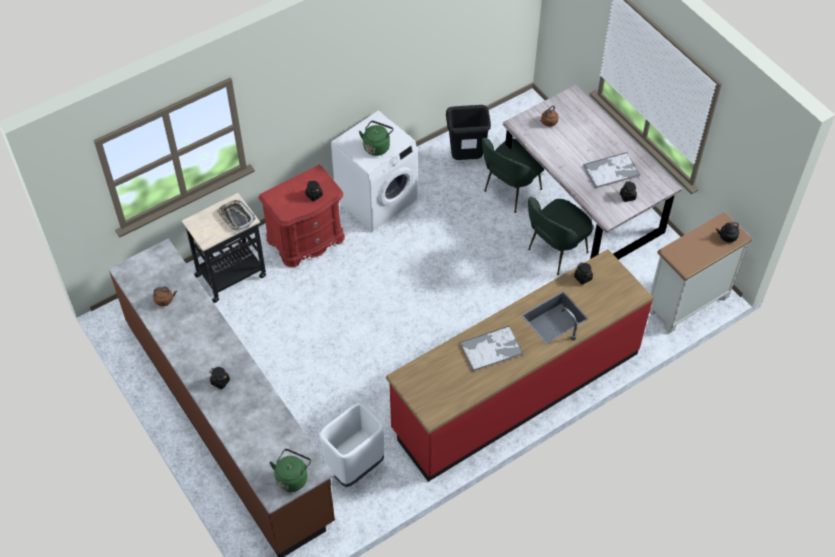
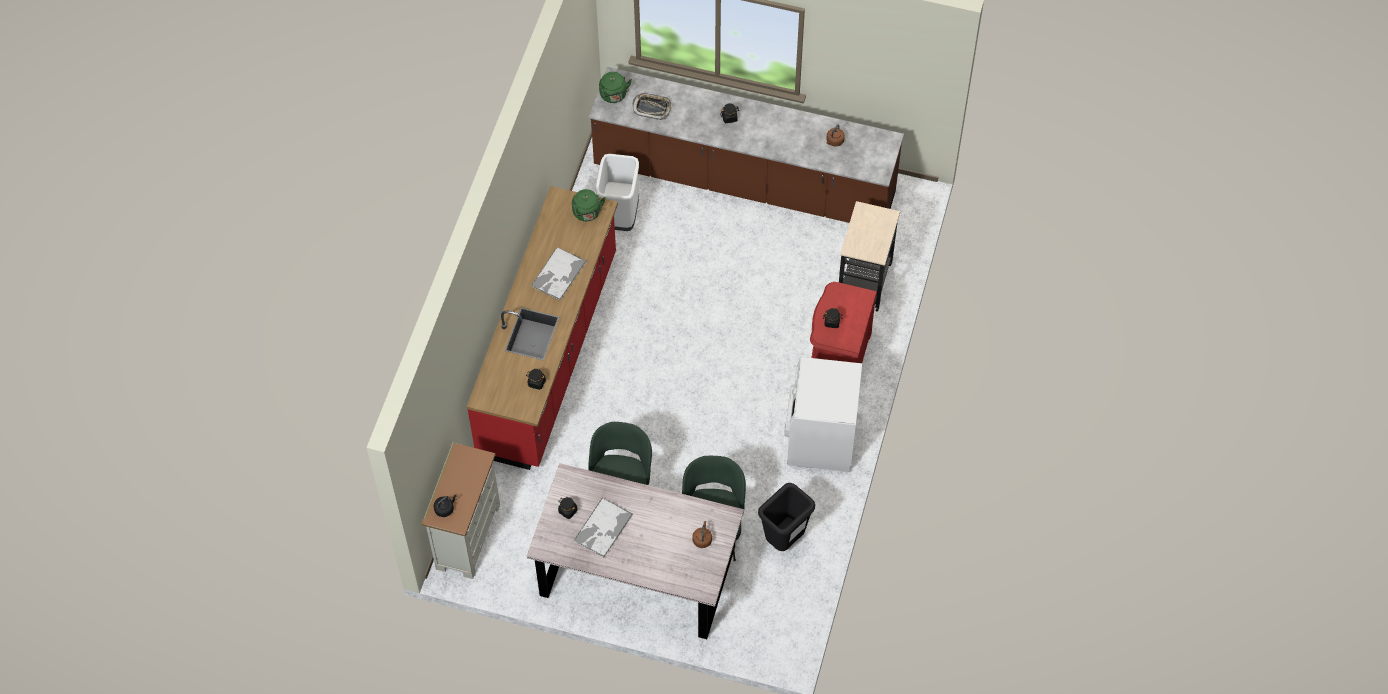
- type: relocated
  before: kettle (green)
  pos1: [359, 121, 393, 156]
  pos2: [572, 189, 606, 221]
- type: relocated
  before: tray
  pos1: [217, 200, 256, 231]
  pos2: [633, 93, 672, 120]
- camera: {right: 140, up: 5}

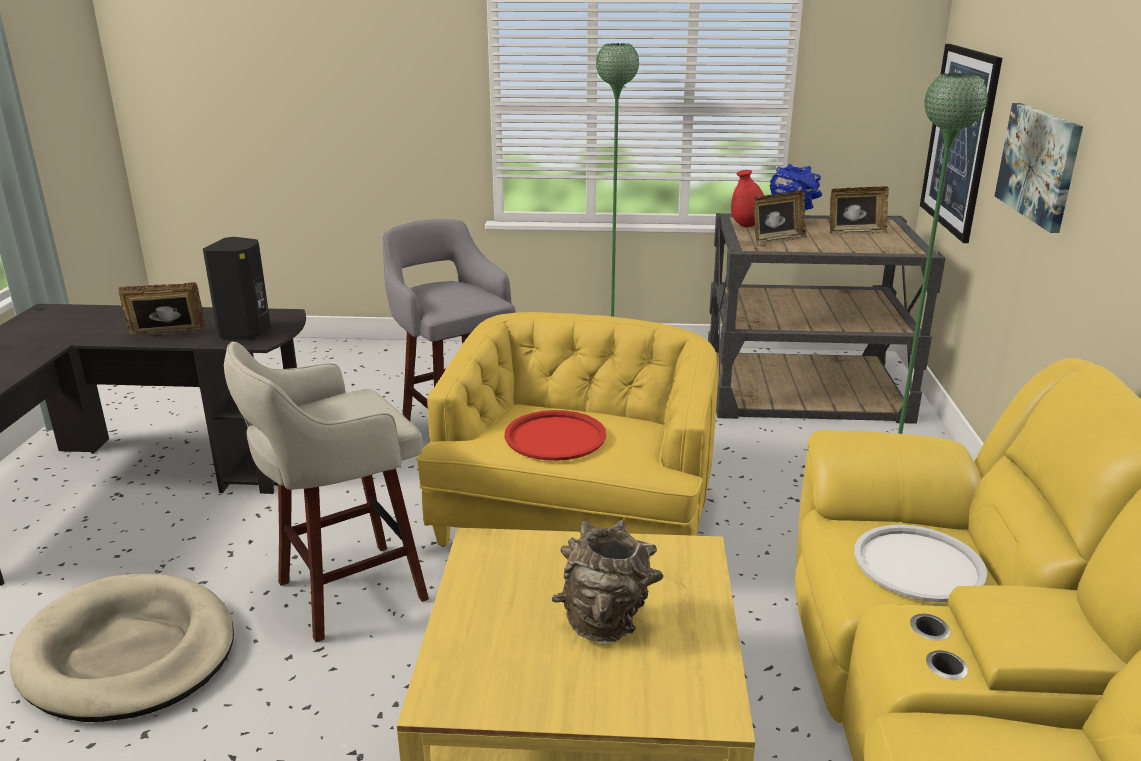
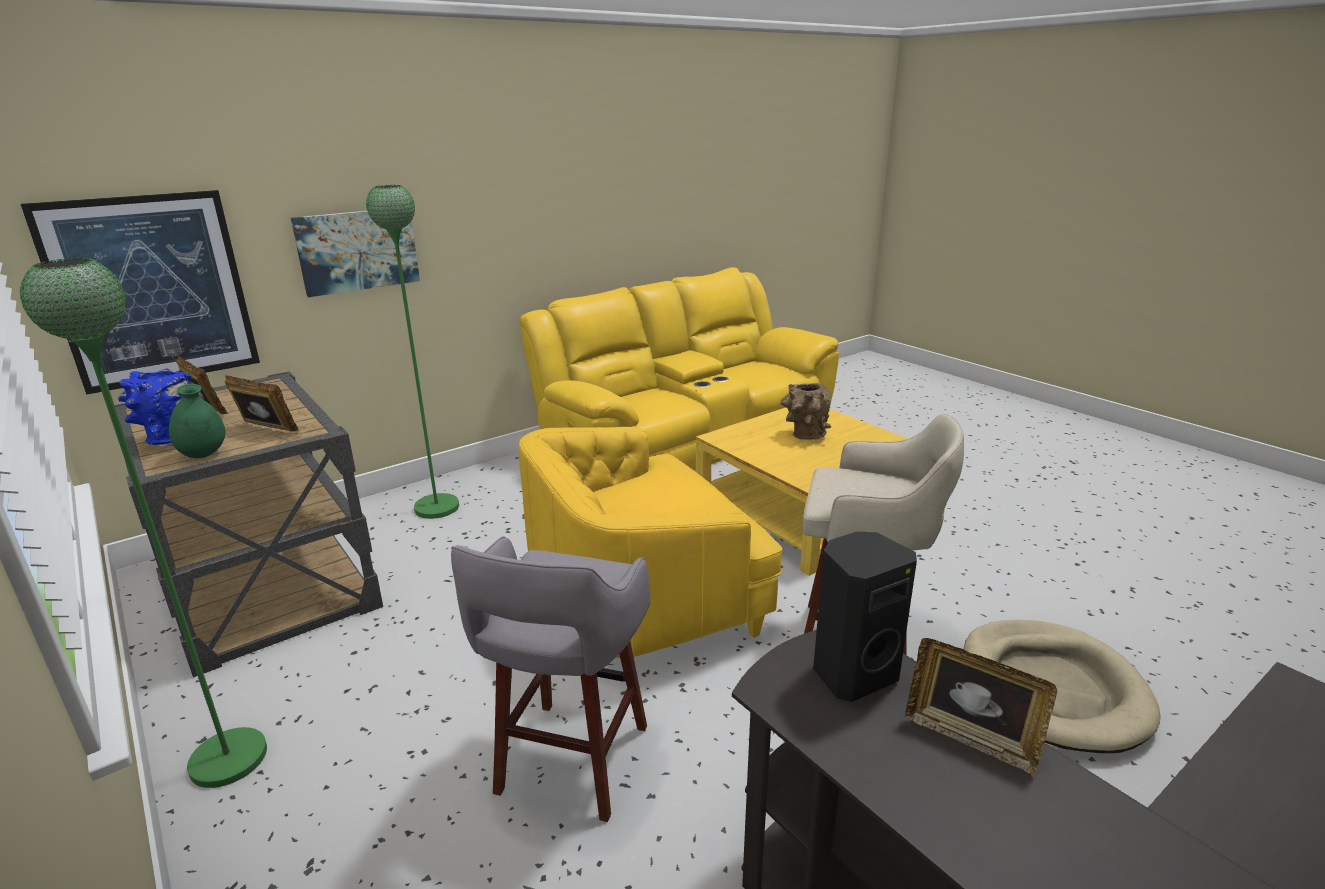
- type: colour
  before: vase (red)
  after: vase (green)
  pos1: [731, 170, 764, 227]
  pos2: [169, 384, 226, 458]
- type: missing
  before: tray (red)
  pos1: [505, 410, 606, 461]
- type: missing
  before: tray (white)
  pos1: [854, 525, 987, 602]
- camera: {right: -130, up: 0}

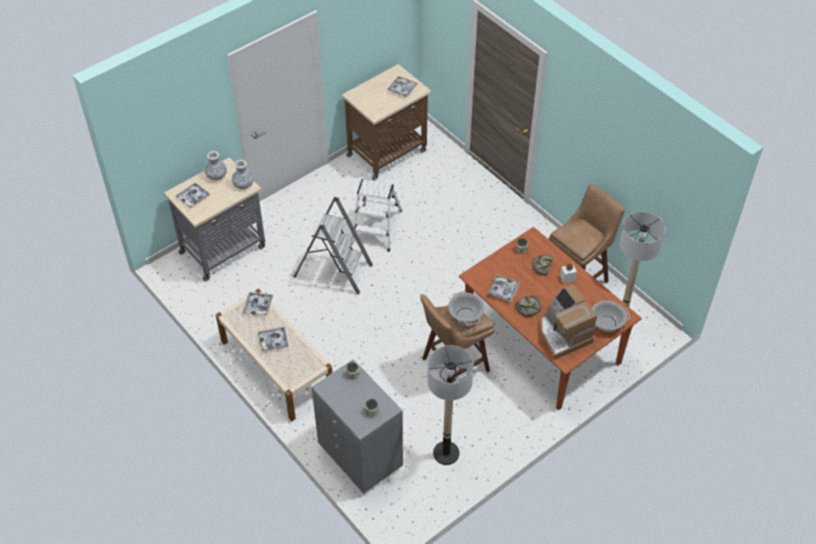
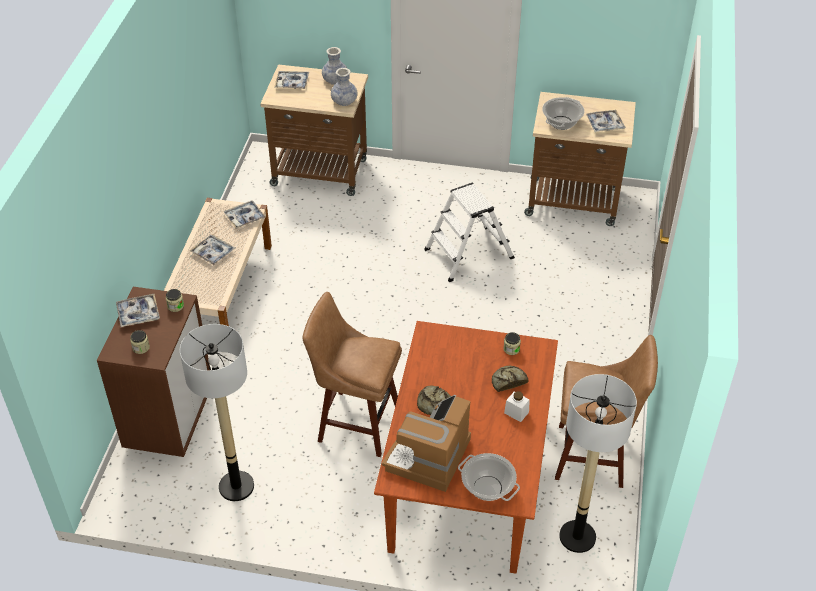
- type: colour
  before: cart (grey)
  after: cart (brown)
  pos1: [164, 157, 265, 282]
  pos2: [260, 64, 368, 196]
- type: missing
  before: step ladder (grey)
  pos1: [293, 197, 373, 295]
- type: relocated
  before: tray
  pos1: [487, 274, 520, 302]
  pos2: [116, 294, 160, 327]
- type: relocated
  before: cooking pot
  pos1: [448, 291, 485, 326]
  pos2: [542, 97, 584, 130]
- type: colour
  before: cabinet (grey)
  after: cabinet (brown)
  pos1: [312, 359, 403, 494]
  pos2: [97, 287, 210, 457]
- camera: {right: 50, up: -5}

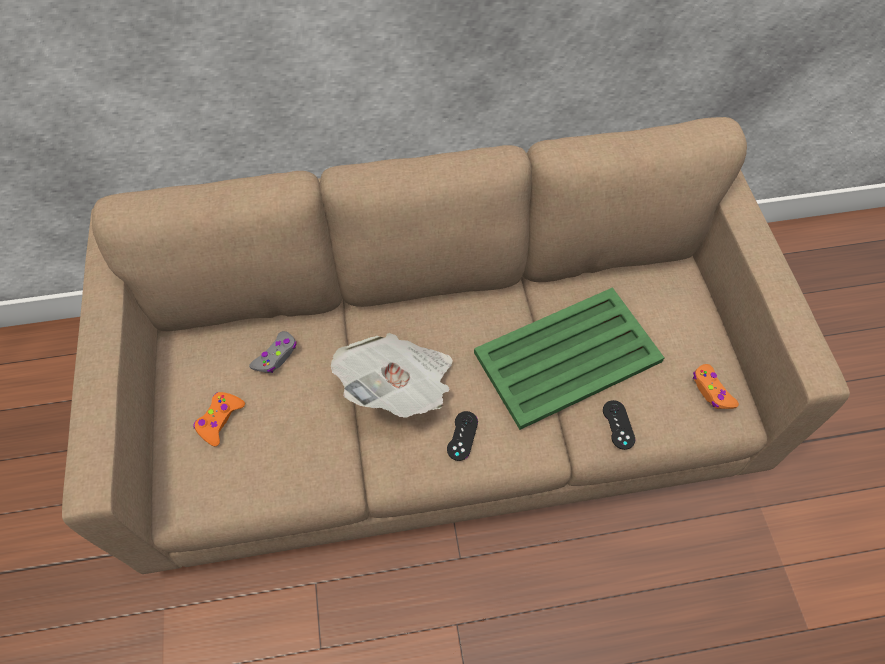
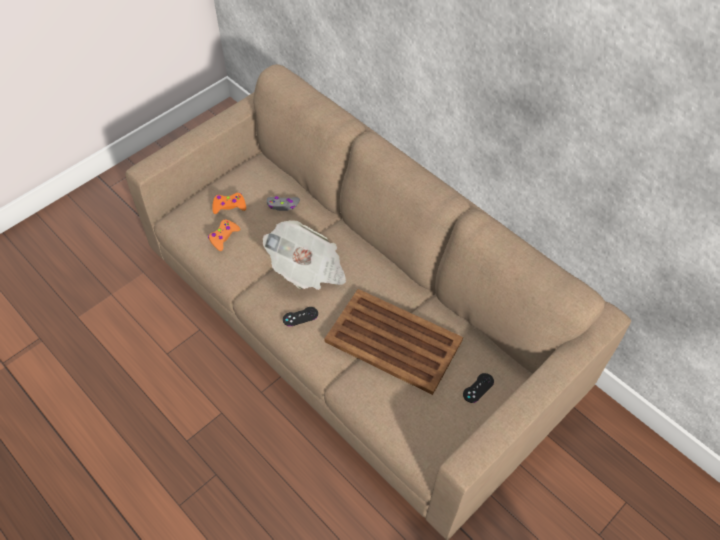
- type: colour
  before: tray (green)
  after: tray (brown)
  pos1: [474, 287, 664, 430]
  pos2: [324, 289, 463, 395]
- type: relocated
  before: game controller (orange)
  pos1: [693, 364, 739, 409]
  pos2: [208, 219, 240, 251]
- type: relocated
  before: game controller (black)
  pos1: [603, 400, 635, 450]
  pos2: [463, 373, 494, 403]
- camera: {right: 55, up: -5}

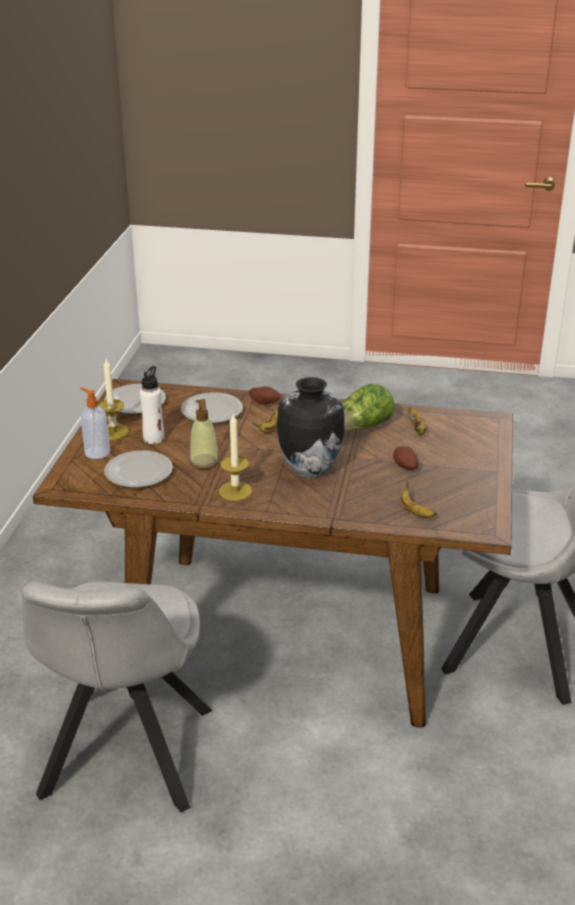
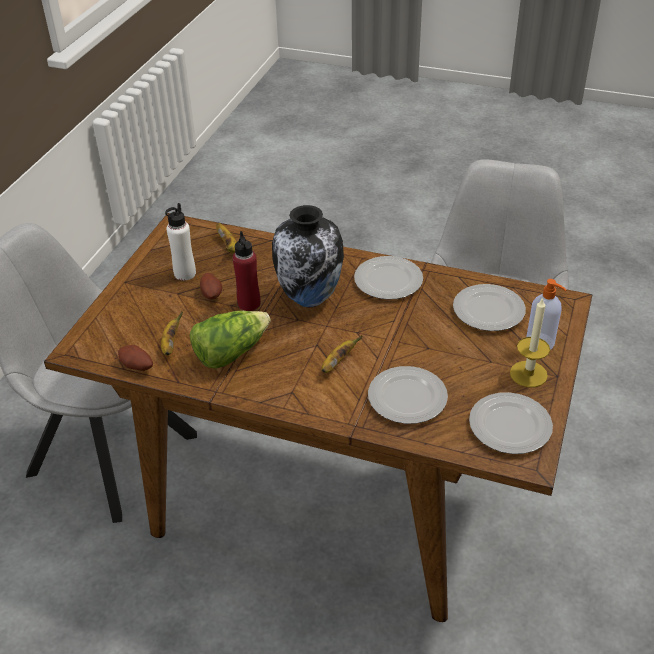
- type: relocated
  before: bottle (white)
  pos1: [140, 366, 164, 444]
  pos2: [165, 203, 196, 281]
- type: relocated
  before: potato
  pos1: [249, 387, 280, 405]
  pos2: [118, 345, 153, 371]
- type: missing
  before: soap dispenser
  pos1: [189, 399, 219, 469]
- type: exchanged
  before: candle
  after: plate
  pos1: [219, 414, 252, 501]
  pos2: [354, 256, 423, 300]
- type: appeared
  after: bottle (red)
  pos2: [233, 231, 260, 311]
- camera: {right: -170, up: 10}

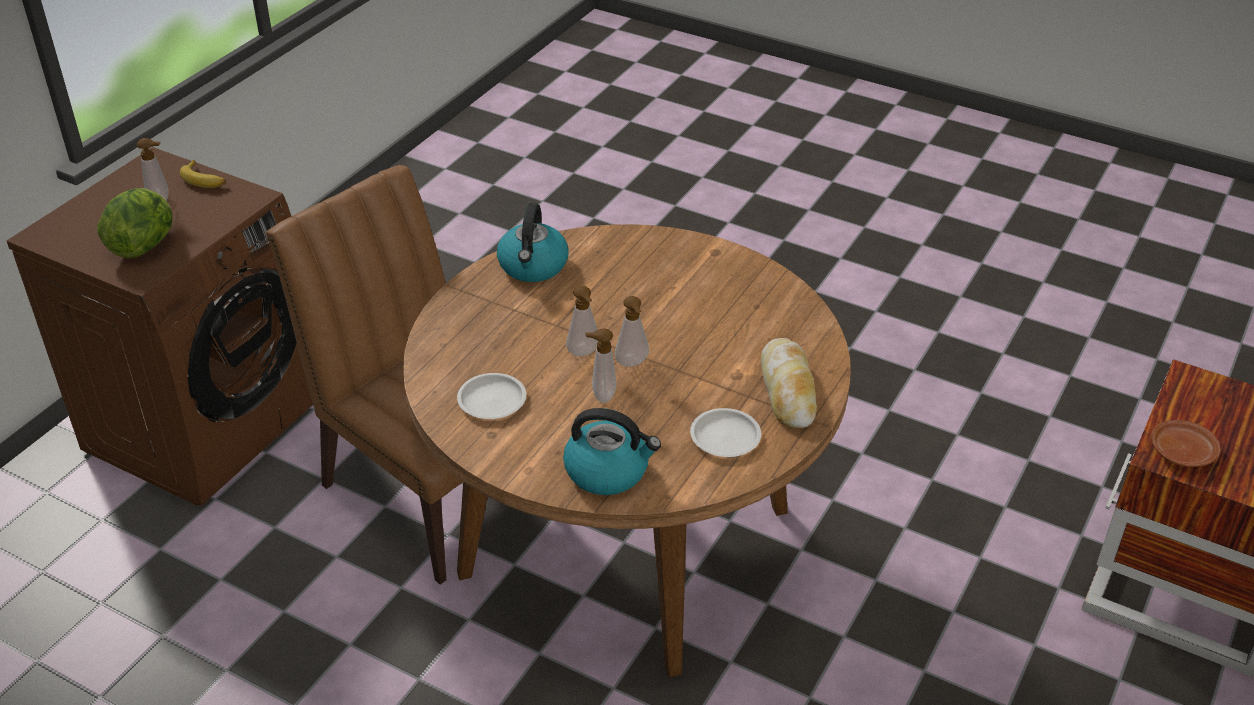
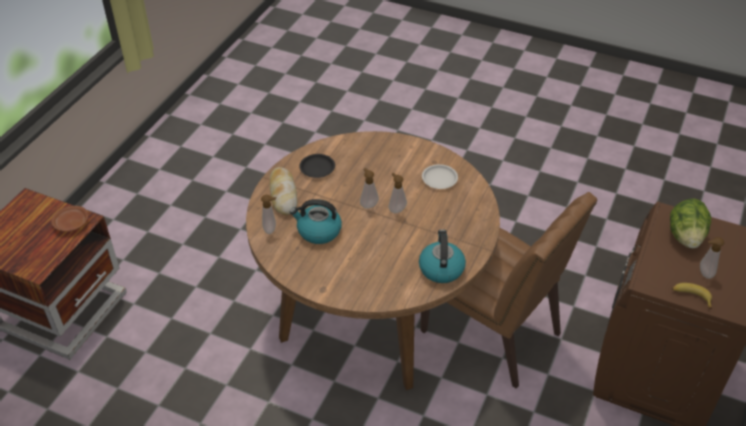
- type: relocated
  before: soap dispenser
  pos1: [585, 328, 616, 403]
  pos2: [261, 195, 276, 234]
- type: relocated
  before: kettle
  pos1: [563, 408, 661, 495]
  pos2: [290, 199, 342, 244]
- type: colour
  before: plate (white)
  after: plate (black)
  pos1: [690, 408, 761, 457]
  pos2: [299, 154, 335, 178]
- camera: {right: 175, up: 5}

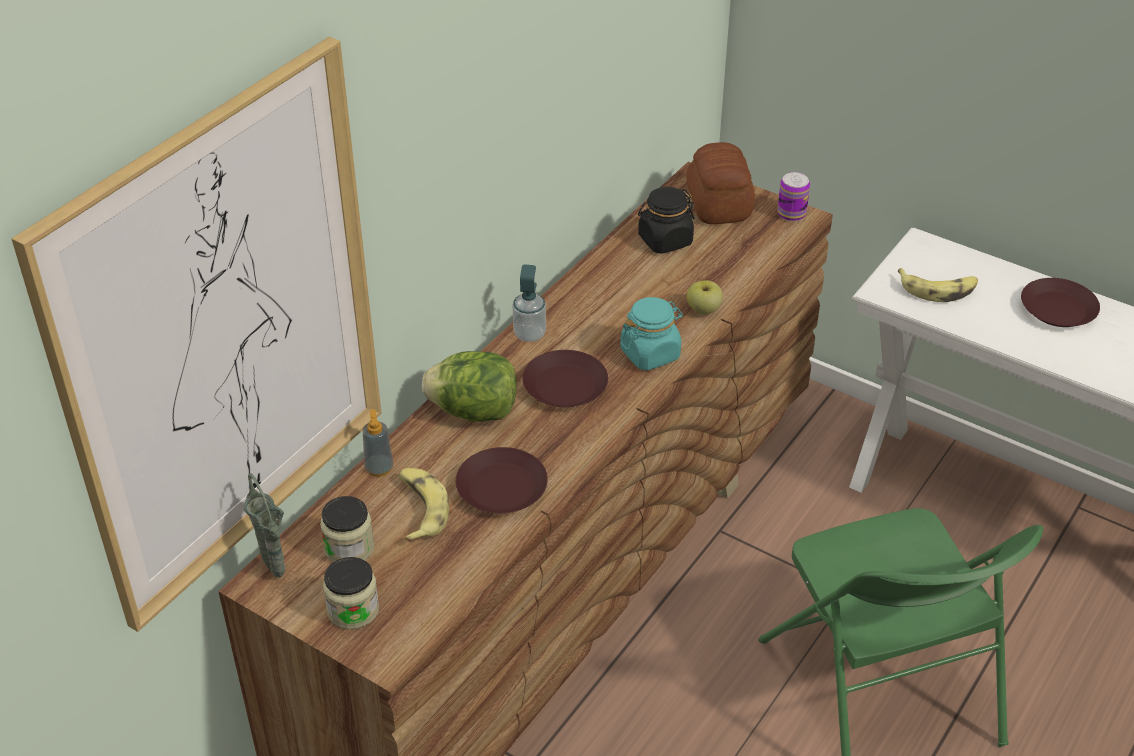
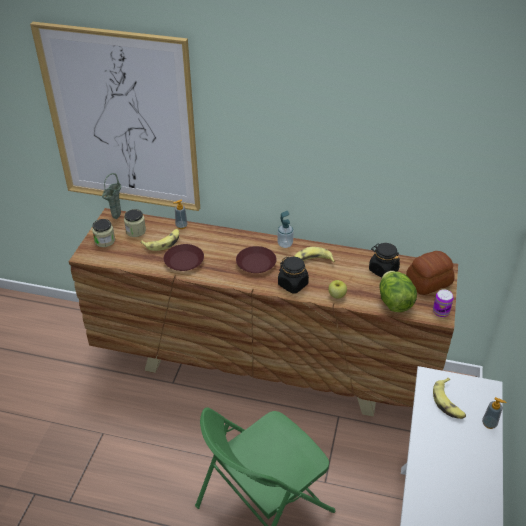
- type: missing
  before: plate (brown)
  pos1: [1021, 278, 1100, 327]
- type: colour
  before: jar (turquoise)
  after: jar (black)
  pos1: [620, 297, 683, 371]
  pos2: [278, 257, 309, 294]
- type: relocated
  before: lettuce
  pos1: [422, 351, 517, 422]
  pos2: [379, 271, 417, 312]
- type: appeared
  after: banana
  pos2: [294, 247, 335, 263]
- type: appeared
  after: soap dispenser
  pos2: [482, 397, 507, 429]
- camera: {right: 70, up: 0}

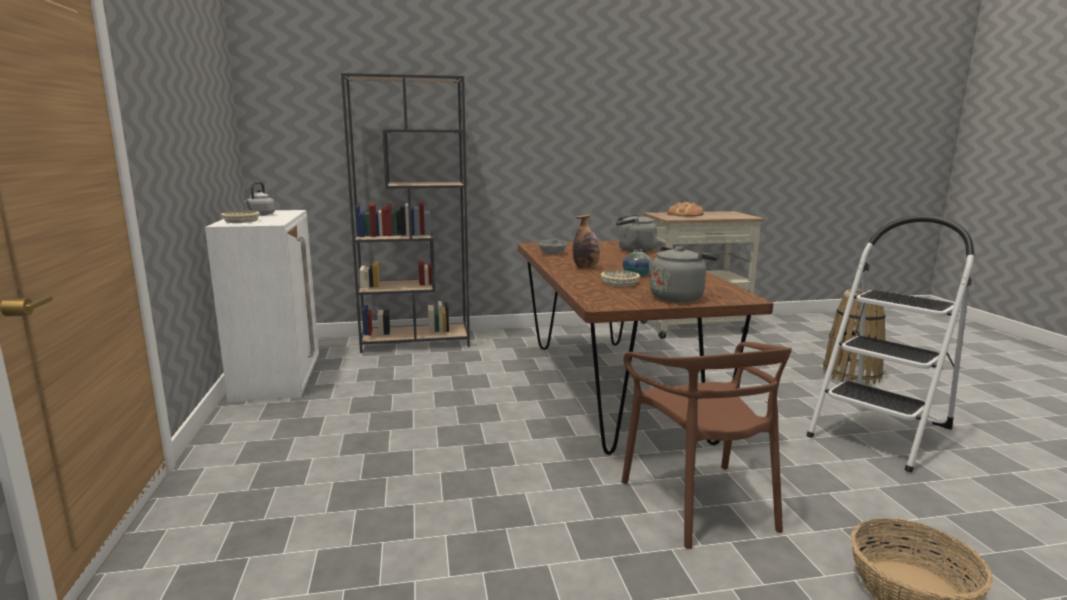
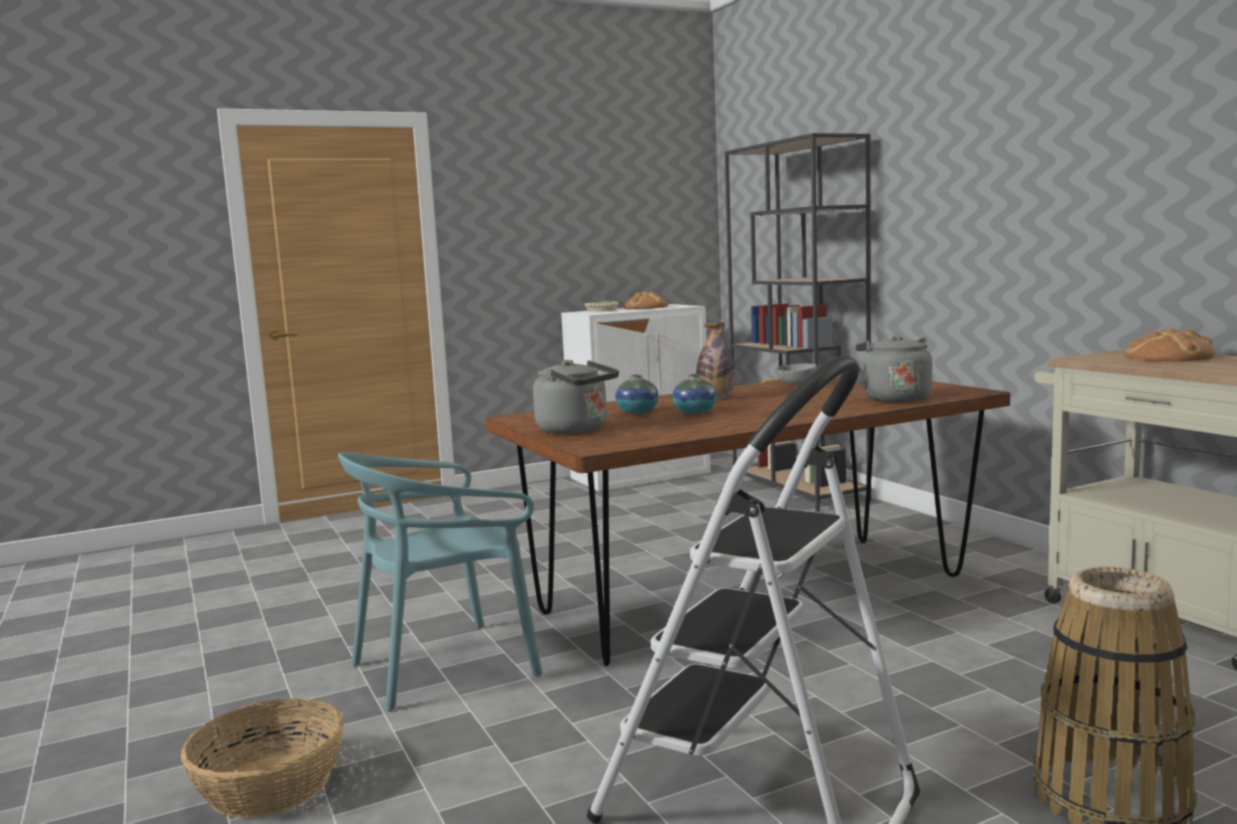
- type: exchanged
  before: kettle (grey)
  after: bread
  pos1: [244, 181, 275, 216]
  pos2: [624, 291, 668, 309]
- type: exchanged
  before: bowl (beige)
  after: vase
  pos1: [600, 270, 640, 287]
  pos2: [615, 375, 659, 414]
- type: colour
  before: chair (brown)
  after: chair (turquoise)
  pos1: [621, 342, 792, 549]
  pos2: [338, 452, 543, 711]
- camera: {right: 75, up: -5}

